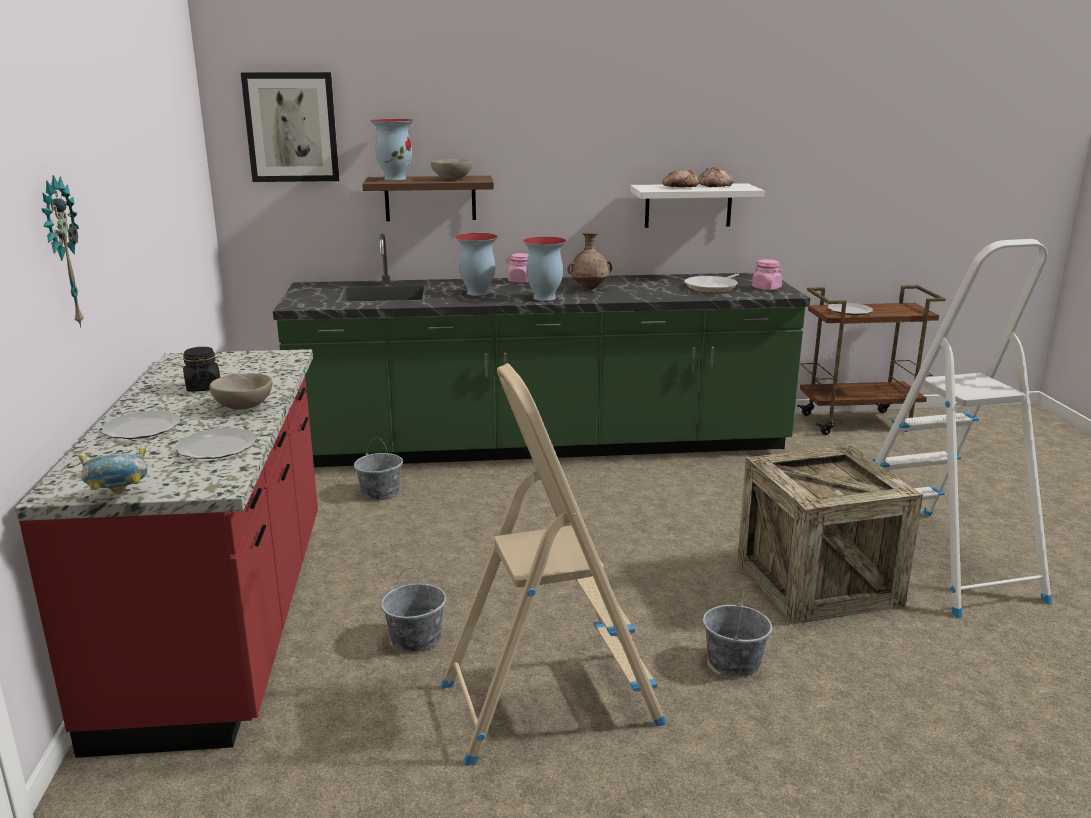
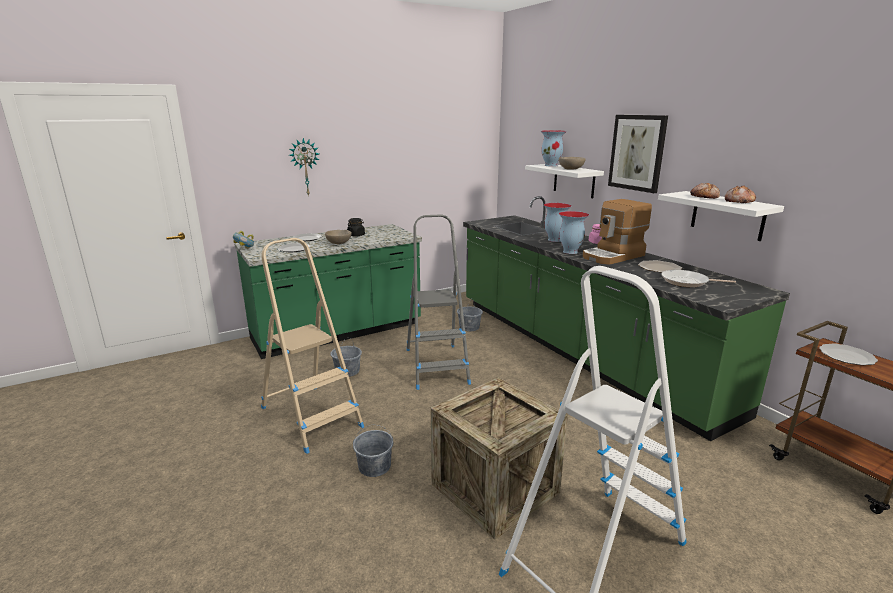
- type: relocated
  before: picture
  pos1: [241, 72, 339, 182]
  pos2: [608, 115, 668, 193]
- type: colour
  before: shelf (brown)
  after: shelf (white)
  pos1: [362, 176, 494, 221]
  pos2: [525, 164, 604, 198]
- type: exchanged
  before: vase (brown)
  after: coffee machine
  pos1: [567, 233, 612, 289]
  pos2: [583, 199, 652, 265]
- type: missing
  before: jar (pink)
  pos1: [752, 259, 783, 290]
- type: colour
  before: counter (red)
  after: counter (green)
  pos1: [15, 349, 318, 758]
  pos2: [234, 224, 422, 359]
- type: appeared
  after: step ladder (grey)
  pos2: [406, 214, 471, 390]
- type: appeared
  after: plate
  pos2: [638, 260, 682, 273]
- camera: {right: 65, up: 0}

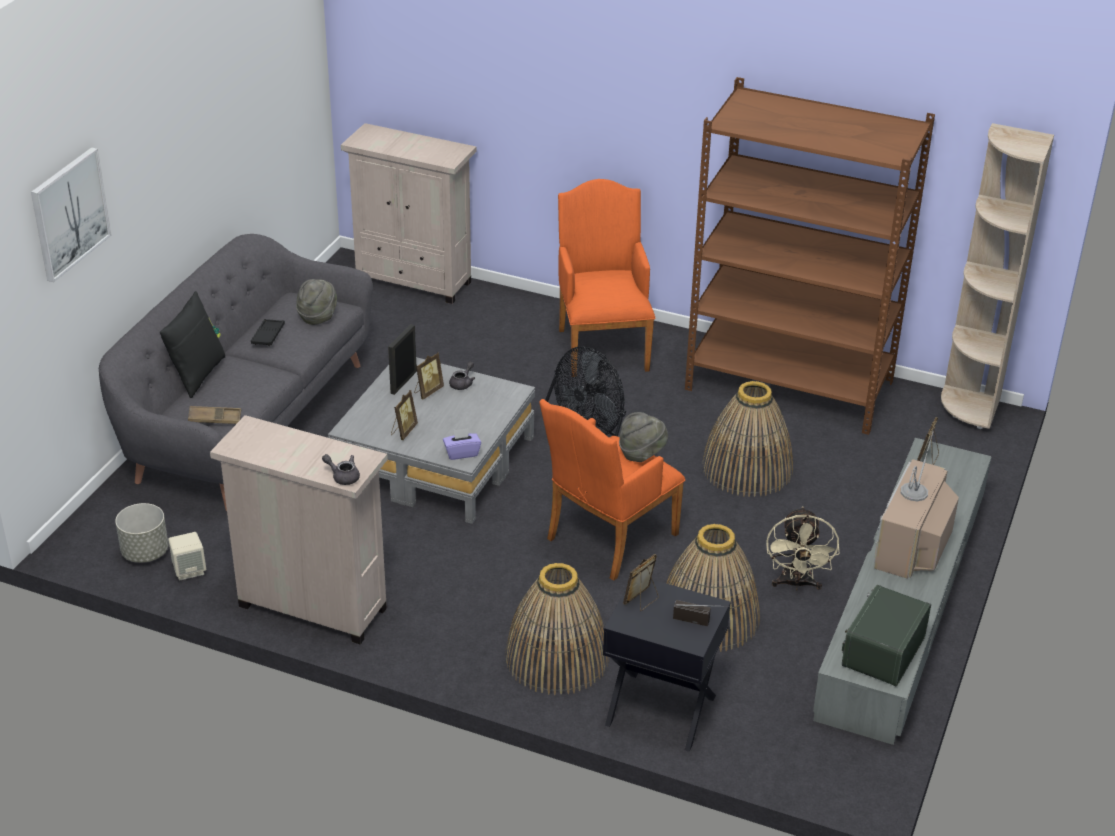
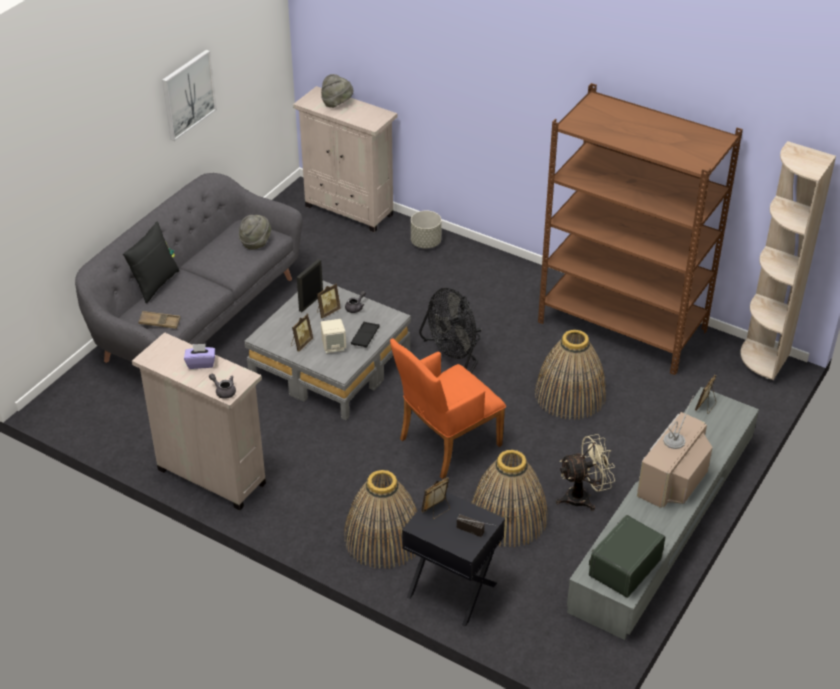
- type: relocated
  before: picture
  pos1: [31, 147, 111, 282]
  pos2: [162, 50, 217, 141]
- type: missing
  before: armchair (orange)
  pos1: [558, 179, 656, 377]
- type: relocated
  before: tray (black)
  pos1: [251, 319, 285, 346]
  pos2: [351, 321, 380, 348]
- type: relocated
  before: hat (grey)
  pos1: [619, 412, 668, 462]
  pos2: [321, 74, 353, 108]
- type: relocated
  before: tissue box (purple)
  pos1: [443, 428, 481, 460]
  pos2: [184, 344, 215, 369]
- type: relocated
  before: planter (grey)
  pos1: [115, 503, 168, 563]
  pos2: [411, 211, 442, 248]
- type: spun
  before: fan (beige)
  pos1: [766, 506, 840, 590]
  pos2: [556, 434, 615, 511]
  turn: -120
- type: relocated
  before: speaker (beige)
  pos1: [168, 532, 206, 581]
  pos2: [321, 319, 346, 353]
- camera: {right: 10, up: 5}

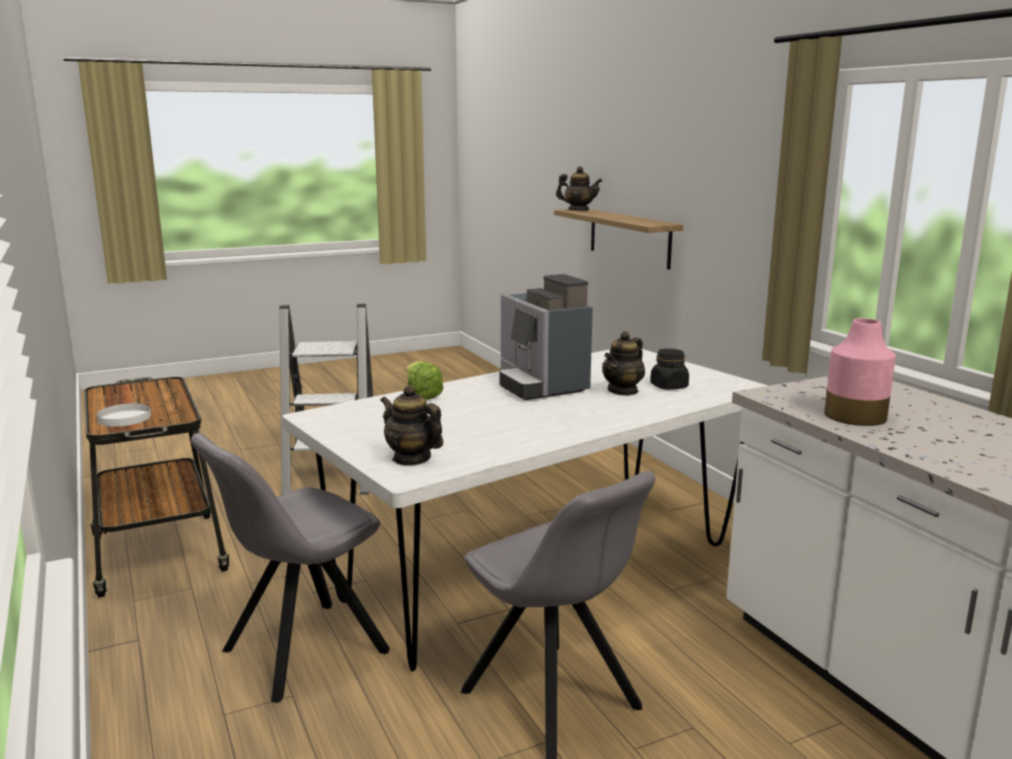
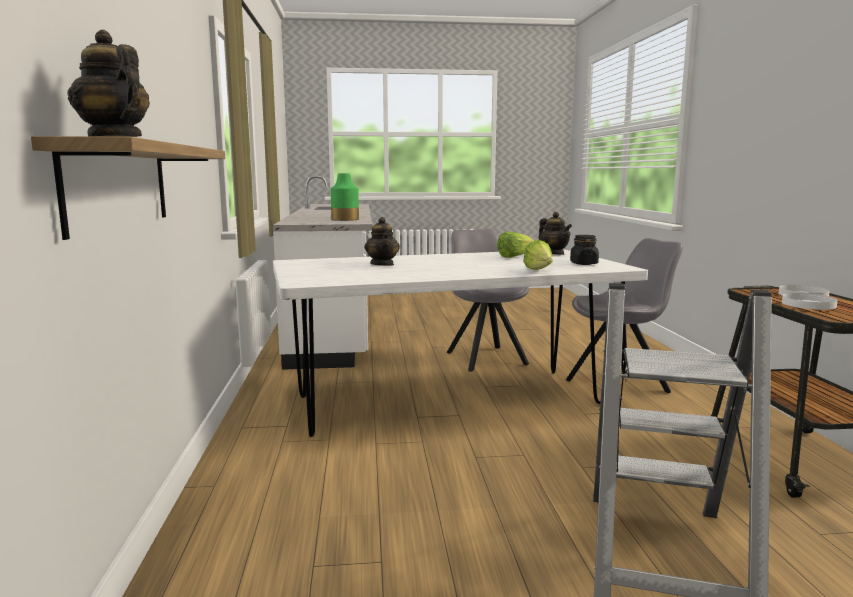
- type: missing
  before: coffee machine
  pos1: [499, 274, 593, 400]
- type: colour
  before: vase (pink)
  after: vase (green)
  pos1: [824, 318, 896, 426]
  pos2: [330, 173, 359, 221]
- type: spun
  before: teapot
  pos1: [602, 331, 645, 396]
  pos2: [364, 217, 400, 266]
  turn: 105
- type: relocated
  before: jar (black)
  pos1: [650, 349, 689, 390]
  pos2: [570, 235, 599, 265]
- type: appeared
  after: lettuce
  pos2: [497, 231, 534, 258]
- type: appeared
  after: plate (white)
  pos2: [782, 293, 838, 310]
- camera: {right: -160, up: -5}

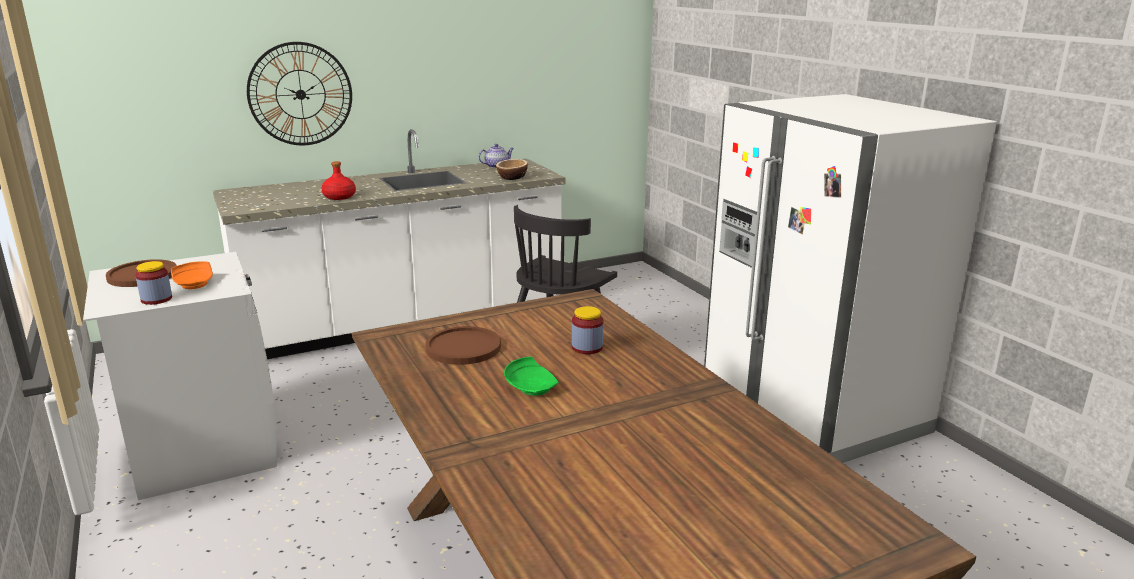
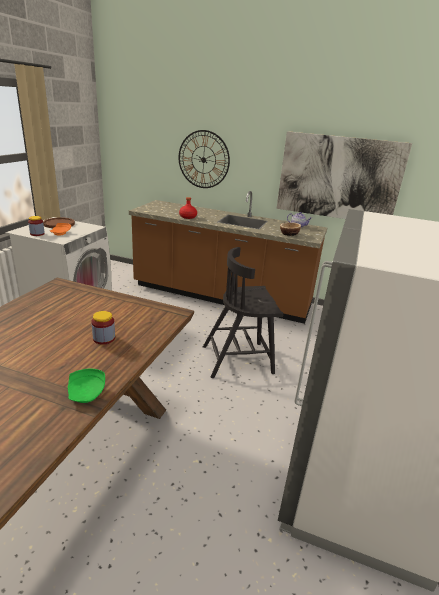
- type: colour
  before: counter (white)
  after: counter (brown)
  pos1: [213, 129, 566, 359]
  pos2: [129, 191, 327, 324]
- type: missing
  before: plate (brown)
  pos1: [425, 326, 501, 365]
- type: relocated
  before: plate (green)
  pos1: [504, 357, 558, 396]
  pos2: [68, 368, 105, 403]
- type: appeared
  after: picture
  pos2: [277, 131, 412, 219]
- camera: {right: 45, up: 5}

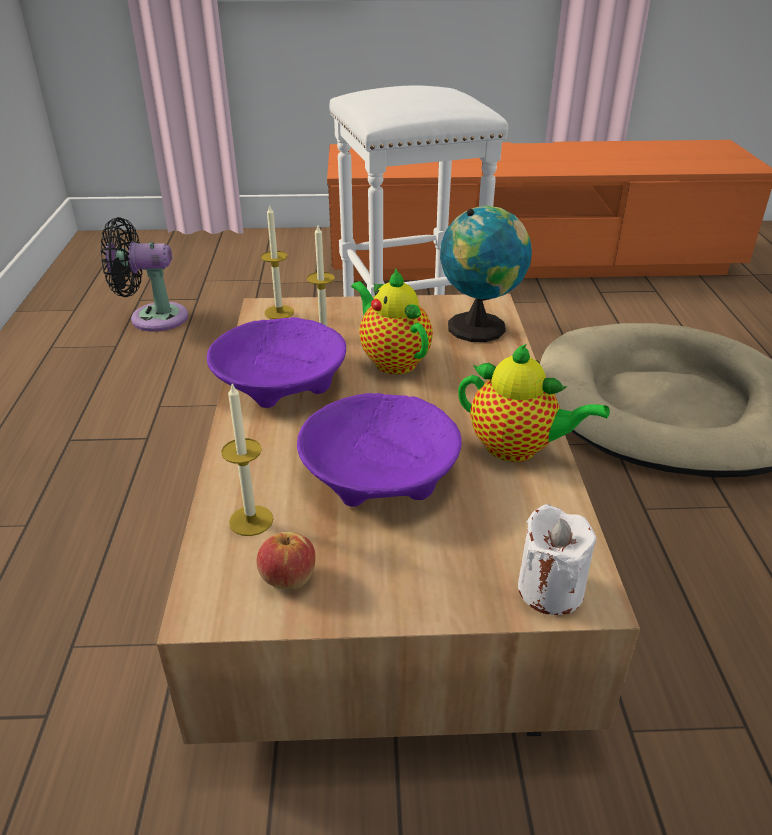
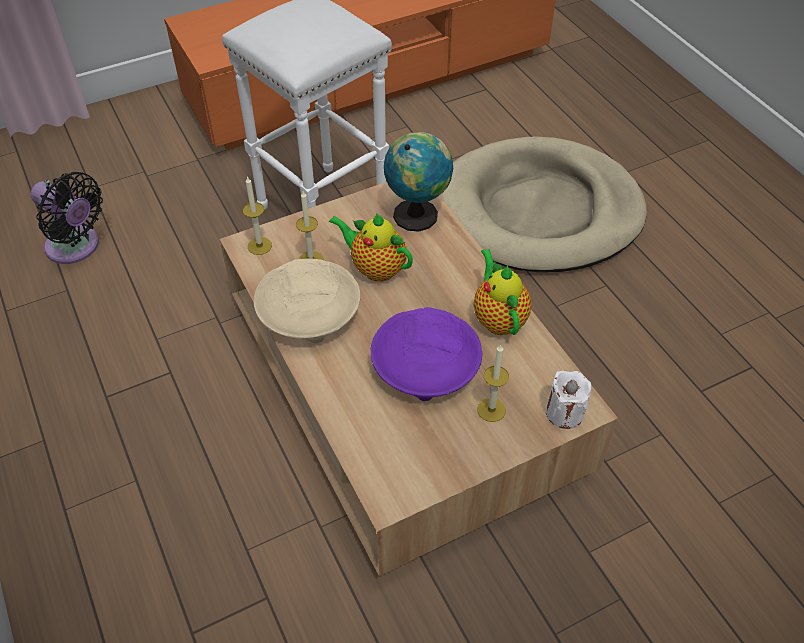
- type: spun
  before: fan (black)
  pos1: [101, 217, 188, 332]
  pos2: [31, 172, 103, 264]
  turn: -120
- type: colour
  before: bowl (purple)
  after: bowl (beige)
  pos1: [207, 317, 346, 408]
  pos2: [254, 258, 361, 344]
- type: spun
  before: teapot
  pos1: [458, 344, 610, 462]
  pos2: [473, 249, 531, 335]
  turn: -105
- type: relocated
  before: candle
  pos1: [221, 383, 273, 536]
  pos2: [478, 345, 509, 422]
- type: missing
  before: apple
  pos1: [256, 532, 316, 589]
- camera: {right: -25, up: 15}

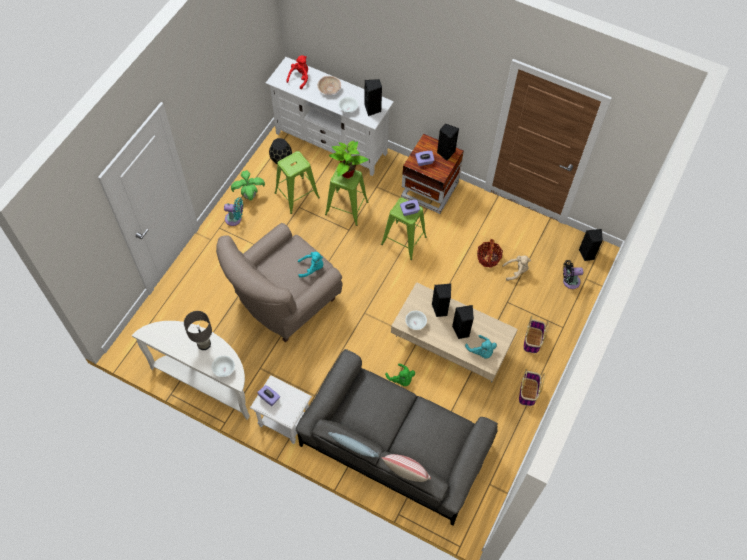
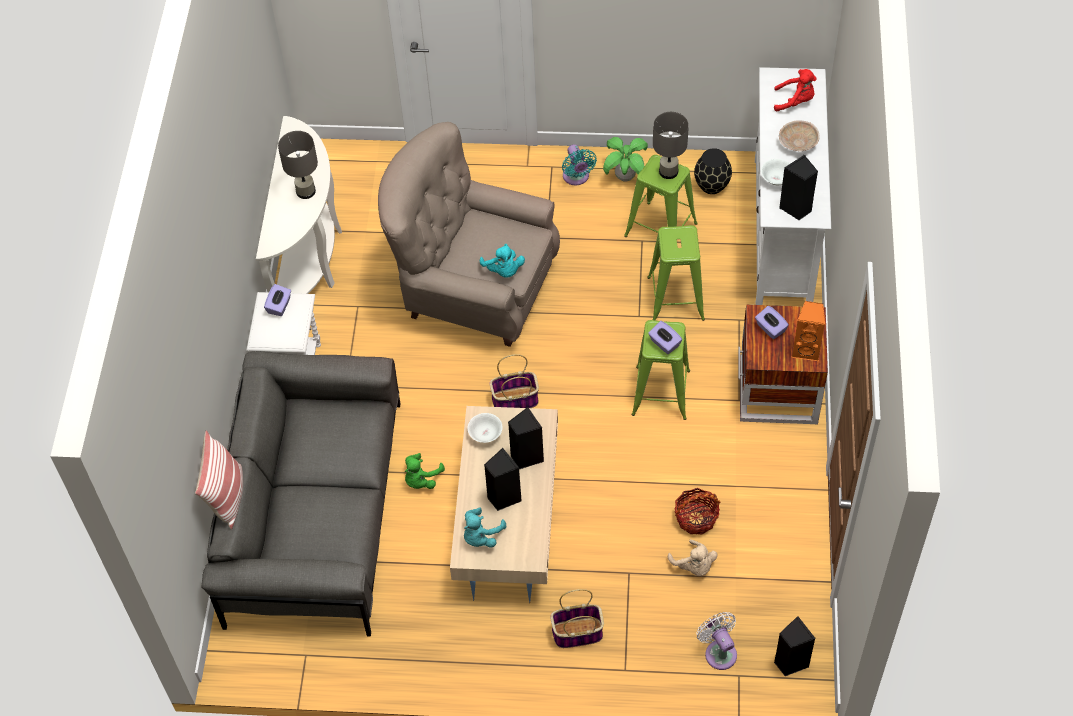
- type: colour
  before: speaker (black)
  after: speaker (orange)
  pos1: [437, 123, 459, 161]
  pos2: [791, 301, 825, 361]
- type: missing
  before: potted plant
  pos1: [329, 141, 369, 178]
- type: colour
  before: fan (black)
  after: fan (white)
  pos1: [563, 260, 583, 289]
  pos2: [697, 612, 737, 670]
- type: missing
  before: bowl (white)
  pos1: [212, 356, 235, 377]
- type: relocated
  before: basket
  pos1: [519, 368, 545, 406]
  pos2: [489, 354, 539, 408]
- type: missing
  before: pillow (blue)
  pos1: [328, 432, 379, 457]
- type: appeared
  after: table lamp (grey)
  pos2: [653, 112, 689, 179]
- camera: {right: 70, up: -5}

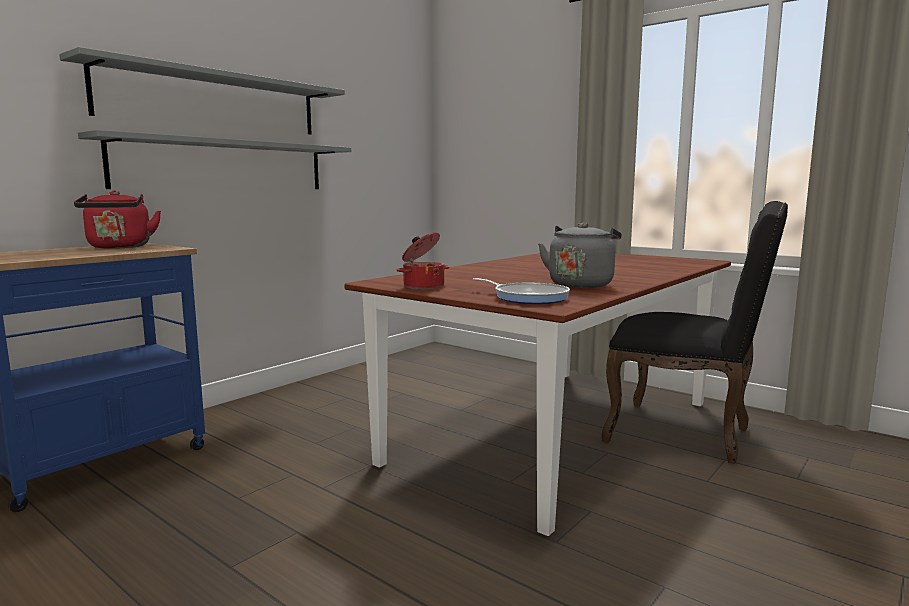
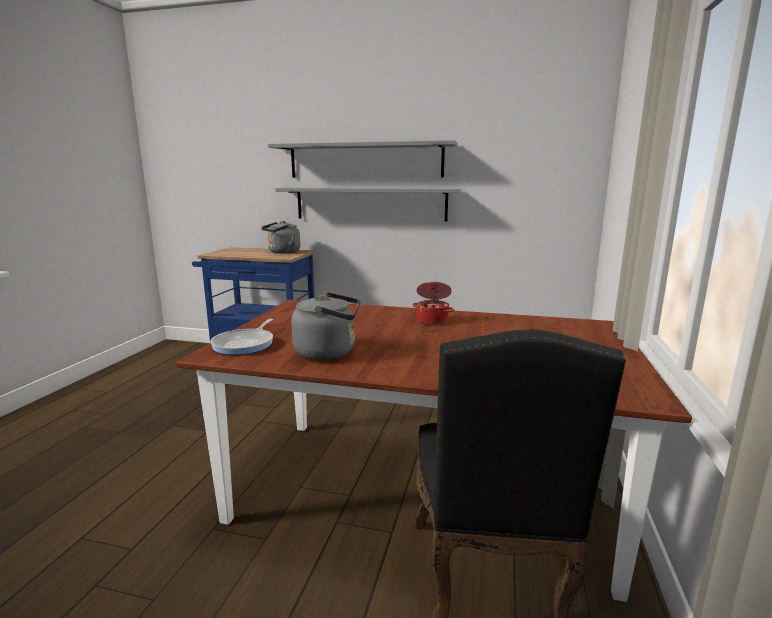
- type: colour
  before: kettle (red)
  after: kettle (grey)
  pos1: [74, 190, 161, 249]
  pos2: [261, 221, 300, 254]
- type: relocated
  before: cooking pot
  pos1: [397, 232, 449, 290]
  pos2: [412, 282, 454, 325]
- camera: {right: 65, up: 5}

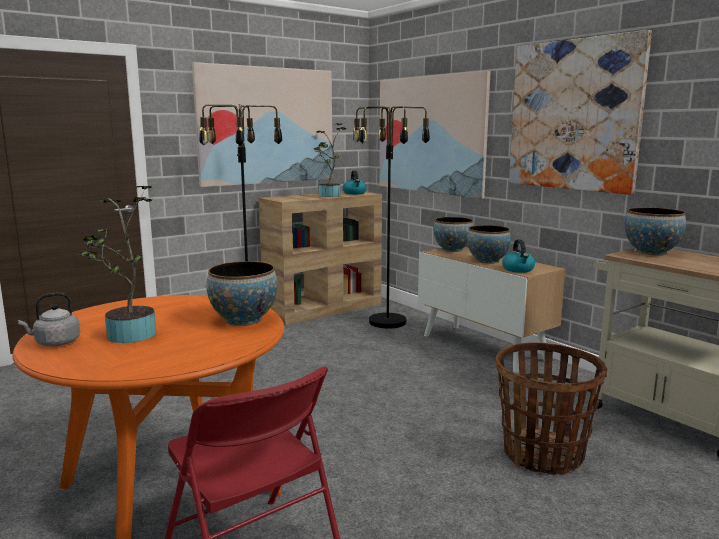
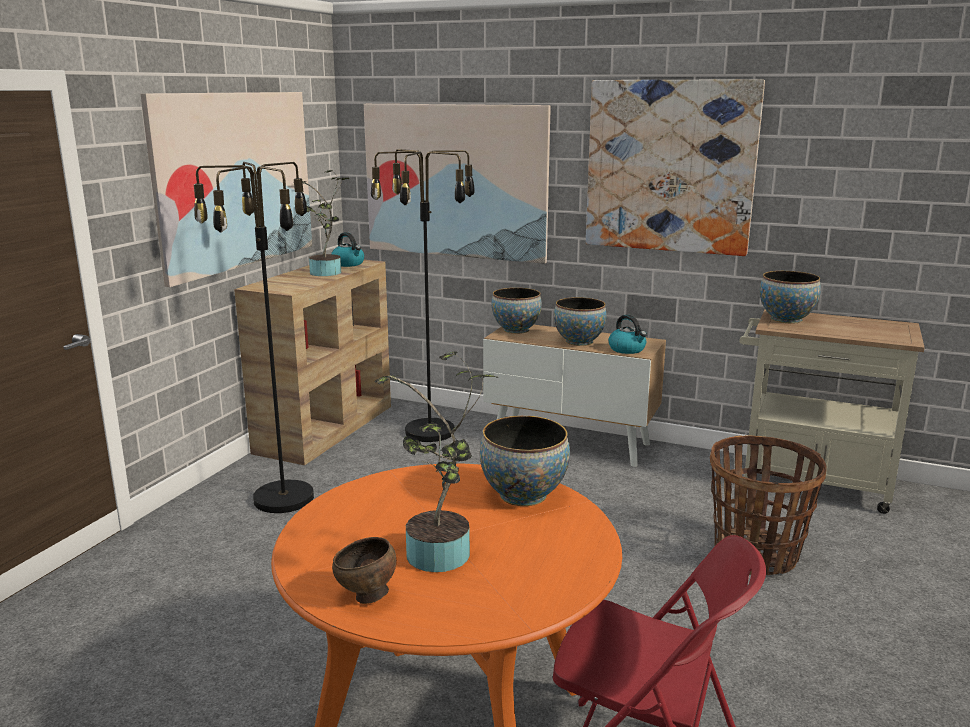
- type: exchanged
  before: kettle (grey)
  after: bowl (brown)
  pos1: [18, 292, 80, 346]
  pos2: [332, 537, 396, 604]
- camera: {right: -30, up: 5}

